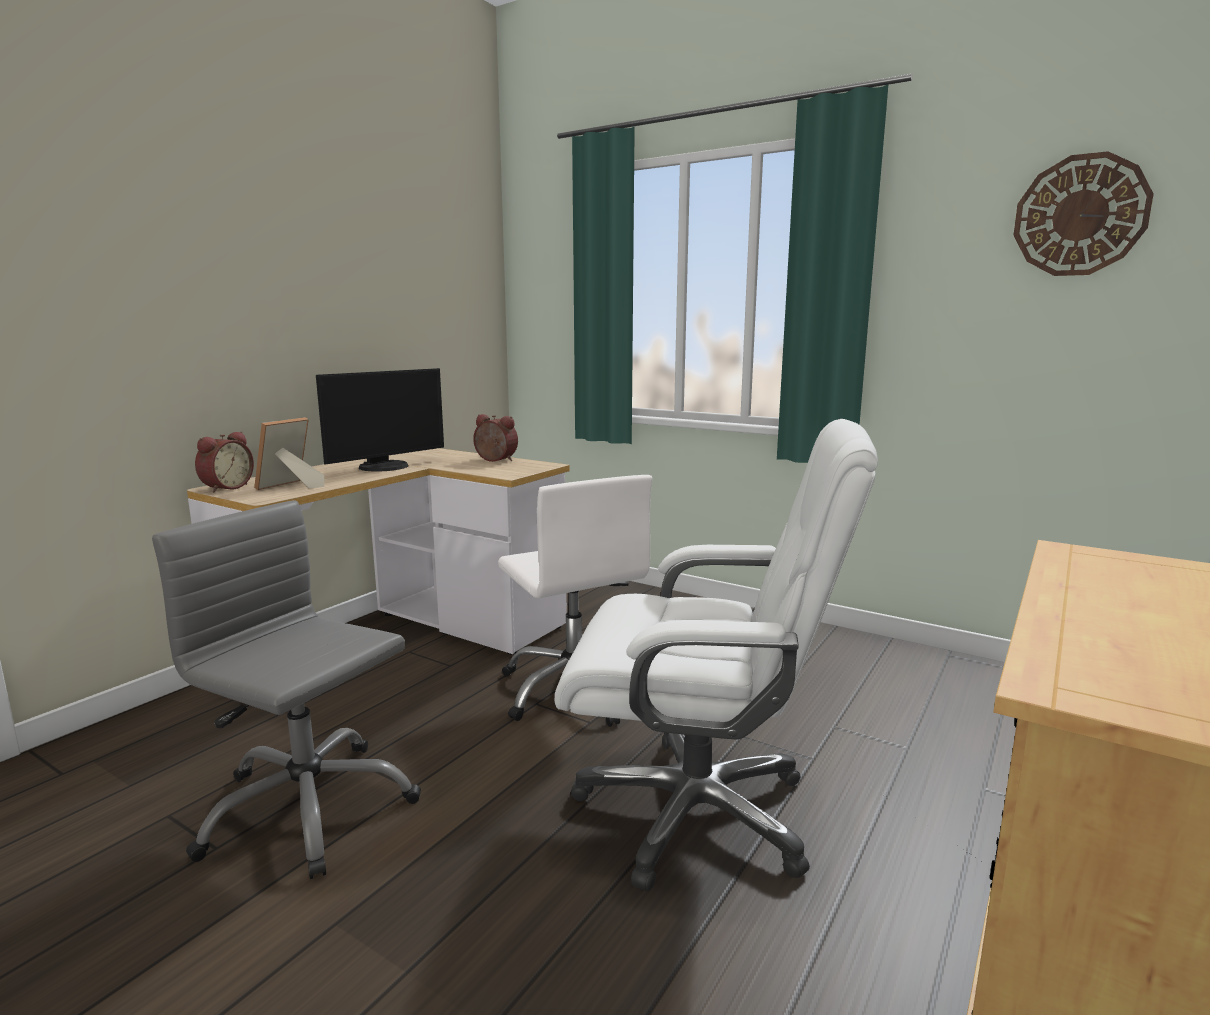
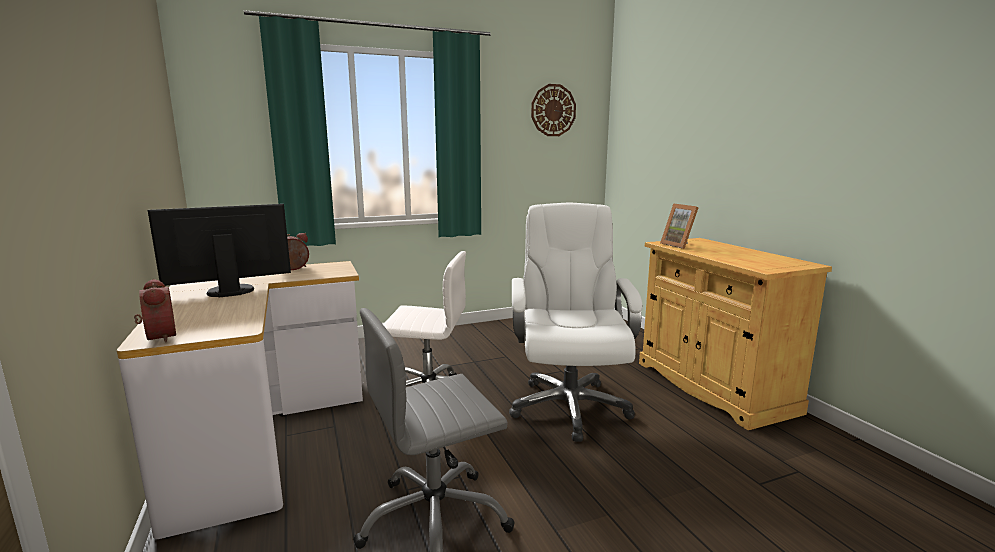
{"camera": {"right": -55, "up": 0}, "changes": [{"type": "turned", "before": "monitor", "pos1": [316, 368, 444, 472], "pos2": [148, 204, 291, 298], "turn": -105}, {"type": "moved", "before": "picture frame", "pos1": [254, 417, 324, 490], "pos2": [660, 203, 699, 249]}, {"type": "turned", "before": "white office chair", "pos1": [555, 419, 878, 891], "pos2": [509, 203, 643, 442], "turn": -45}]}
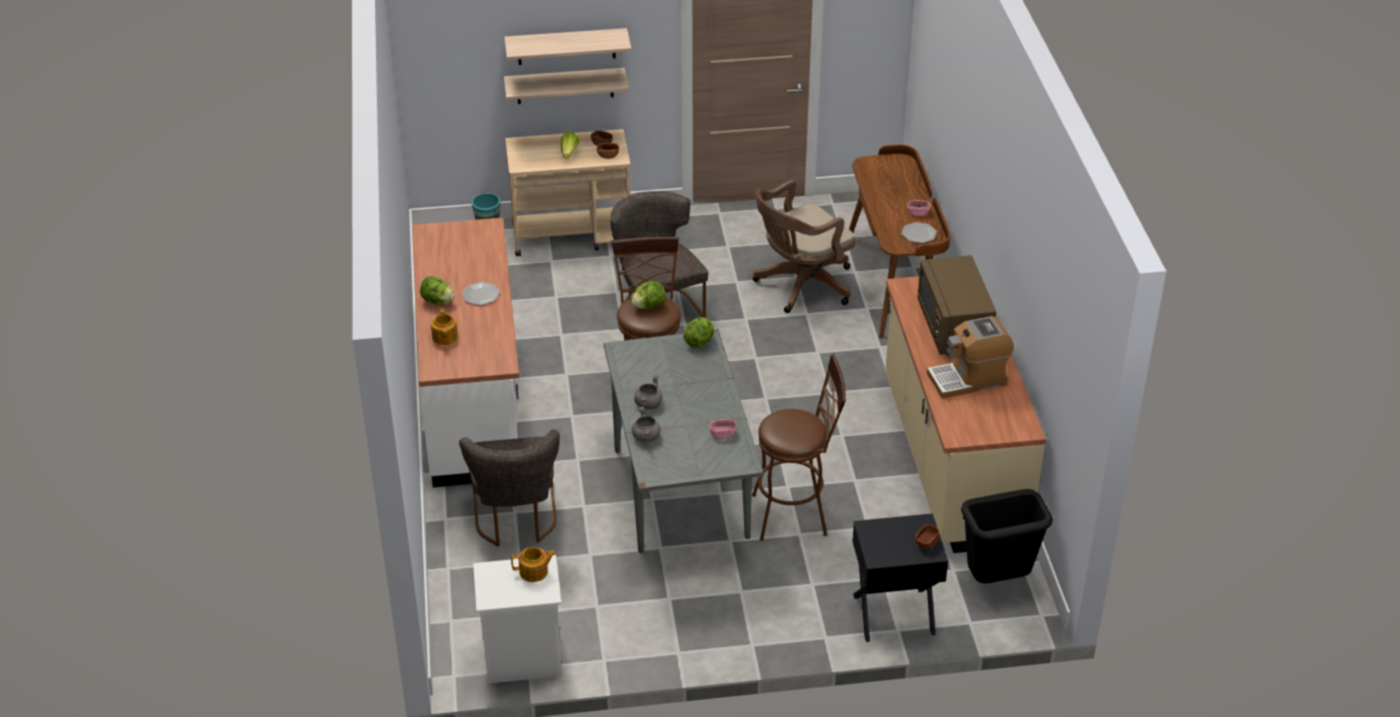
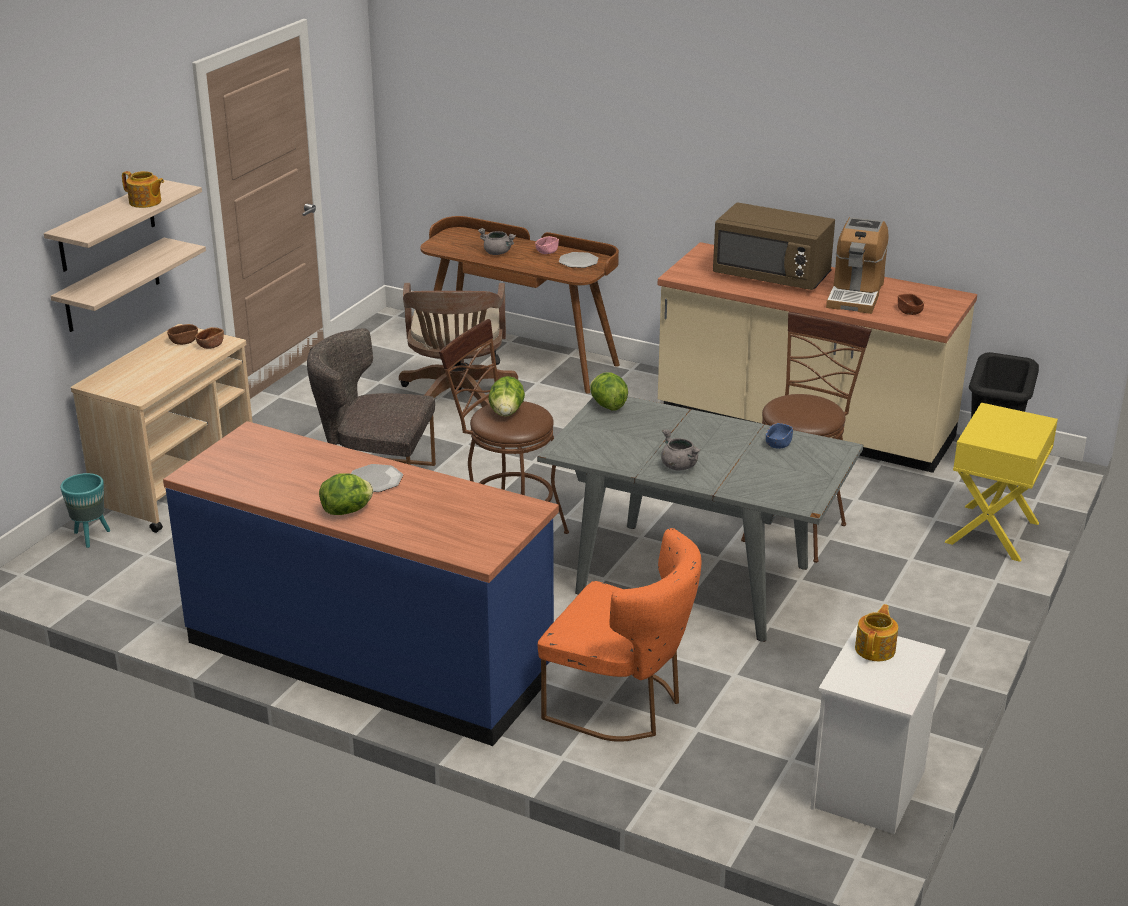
{"camera": {"right": -55, "up": -10}, "changes": [{"type": "removed", "before": "lettuce", "pos1": [561, 132, 580, 159]}, {"type": "recoloured", "before": "white counter", "after": "blue counter", "pos1": [412, 218, 519, 488], "pos2": [163, 421, 559, 746]}, {"type": "moved", "before": "teapot", "pos1": [431, 308, 458, 345], "pos2": [122, 171, 164, 208]}, {"type": "moved", "before": "grey cooking pot", "pos1": [632, 407, 661, 442], "pos2": [478, 228, 516, 255]}, {"type": "recoloured", "before": "pink bowl", "after": "blue bowl", "pos1": [710, 419, 737, 439], "pos2": [766, 423, 793, 449]}, {"type": "recoloured", "before": "grey chair", "after": "orange chair", "pos1": [459, 429, 560, 547], "pos2": [538, 528, 701, 742]}, {"type": "recoloured", "before": "black nightstand", "after": "yellow nightstand", "pos1": [852, 513, 948, 642], "pos2": [944, 403, 1058, 562]}, {"type": "moved", "before": "brown bowl", "pos1": [915, 524, 939, 549], "pos2": [898, 294, 924, 315]}]}
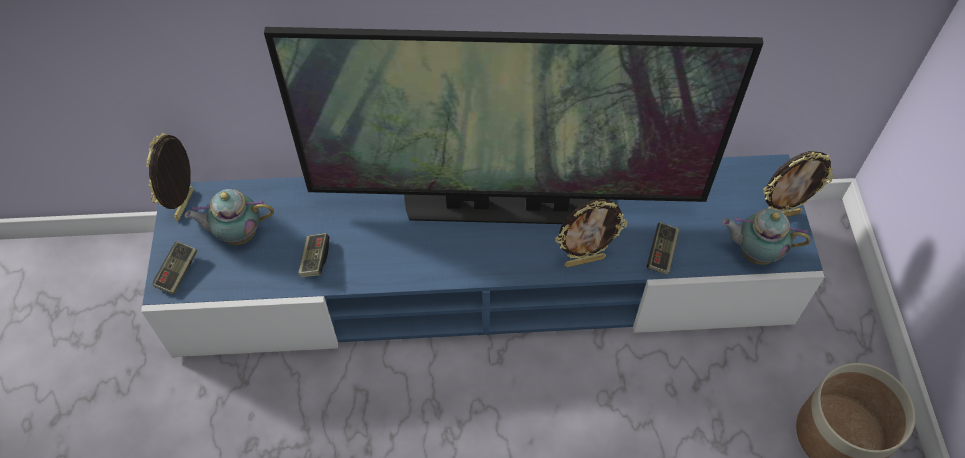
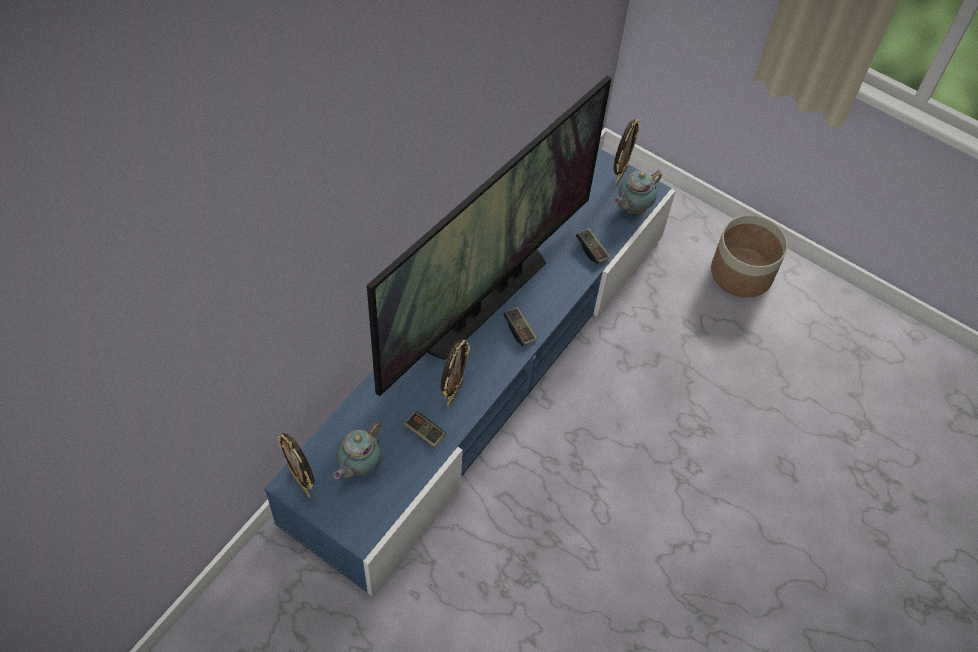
{"camera": {"right": -55, "up": 0}, "changes": [{"type": "moved", "before": "picture frame", "pos1": [555, 199, 628, 267], "pos2": [441, 340, 470, 407]}, {"type": "moved", "before": "game controller", "pos1": [153, 241, 197, 295], "pos2": [503, 307, 537, 346]}]}
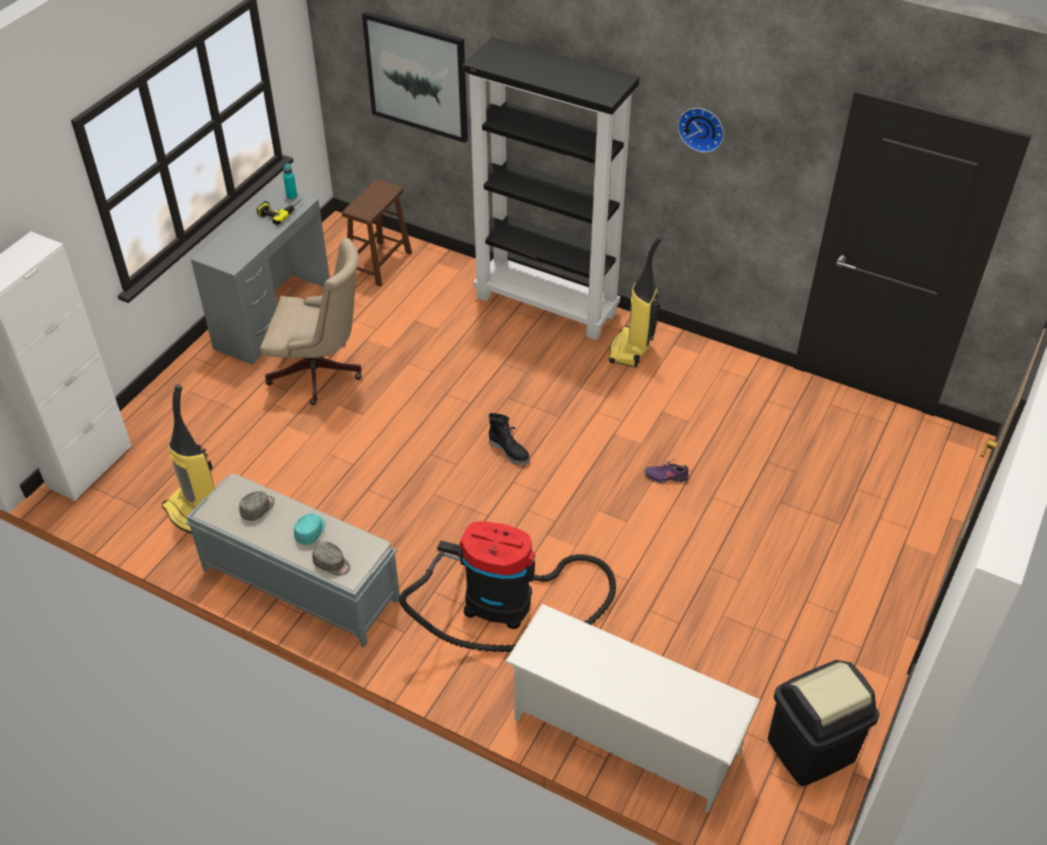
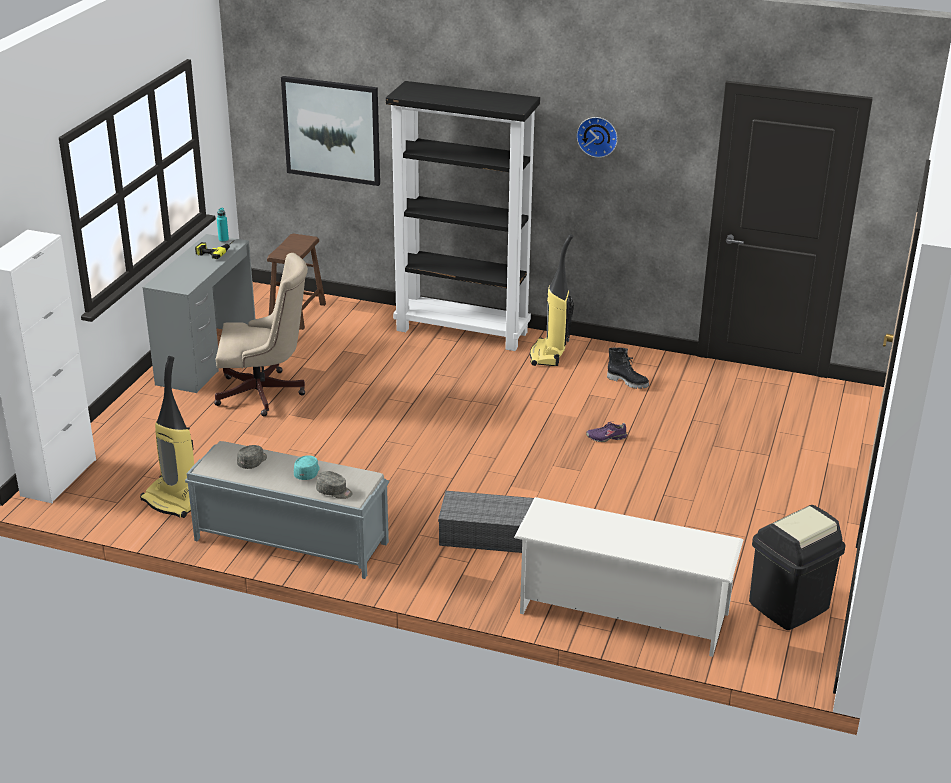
{"camera": {"right": -10, "up": -15}, "changes": [{"type": "moved", "before": "black boot", "pos1": [489, 413, 530, 465], "pos2": [607, 348, 649, 389]}, {"type": "replaced", "before": "vacuum cleaner", "after": "grey storage box", "pos1": [399, 521, 616, 652], "pos2": [438, 491, 534, 553]}]}
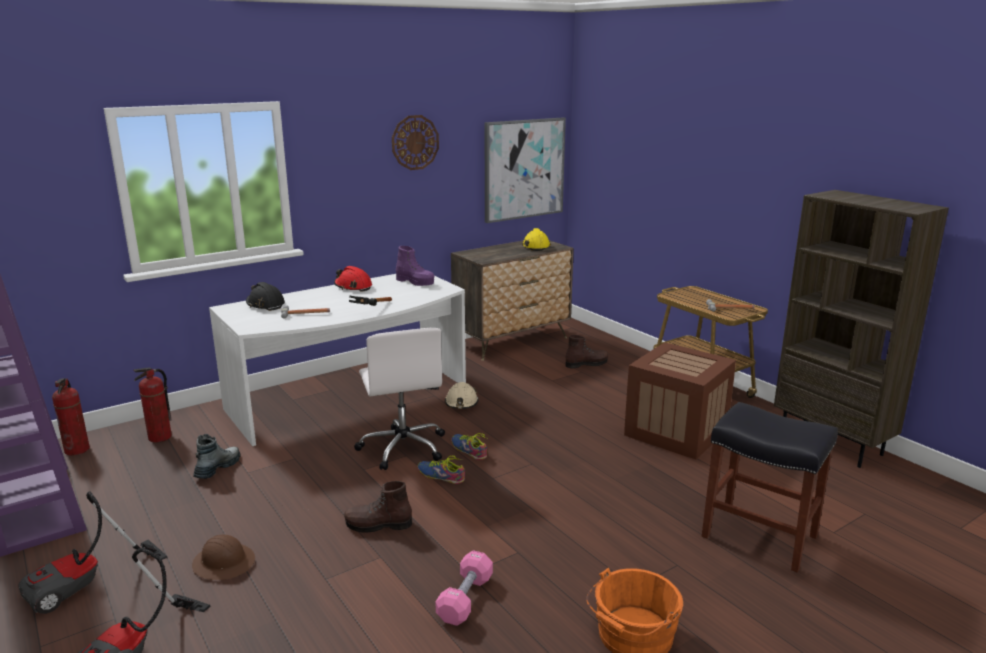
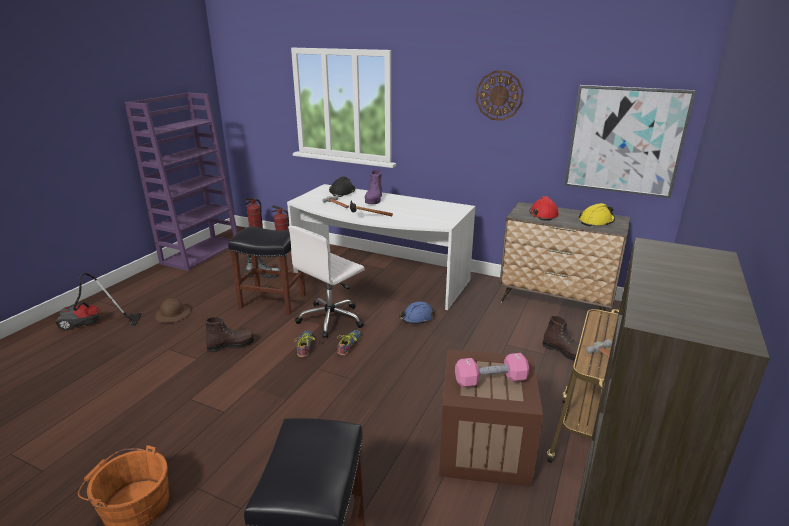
{"camera": {"right": 60, "up": 5}, "changes": [{"type": "moved", "before": "purple boot", "pos1": [396, 246, 434, 286], "pos2": [365, 170, 382, 204]}, {"type": "moved", "before": "red hard hat", "pos1": [334, 266, 372, 292], "pos2": [529, 196, 559, 221]}, {"type": "recoloured", "before": "beige hard hat", "after": "blue hard hat", "pos1": [445, 382, 479, 409], "pos2": [399, 301, 435, 324]}, {"type": "turned", "before": "brown boot", "pos1": [344, 481, 412, 533], "pos2": [205, 317, 254, 352], "turn": 105}, {"type": "removed", "before": "vacuum cleaner", "pos1": [19, 491, 168, 615]}, {"type": "moved", "before": "pink dumbbell", "pos1": [435, 550, 493, 626], "pos2": [455, 353, 529, 388]}, {"type": "added", "after": "black stool", "pos2": [228, 226, 306, 315]}]}
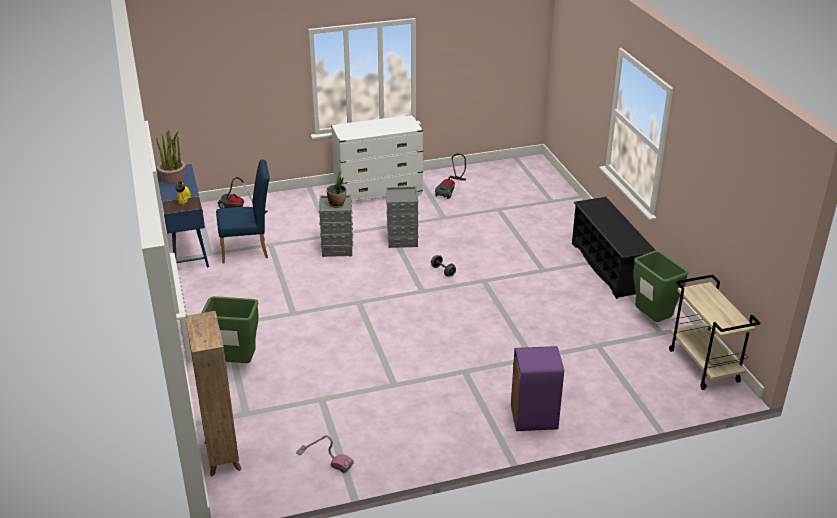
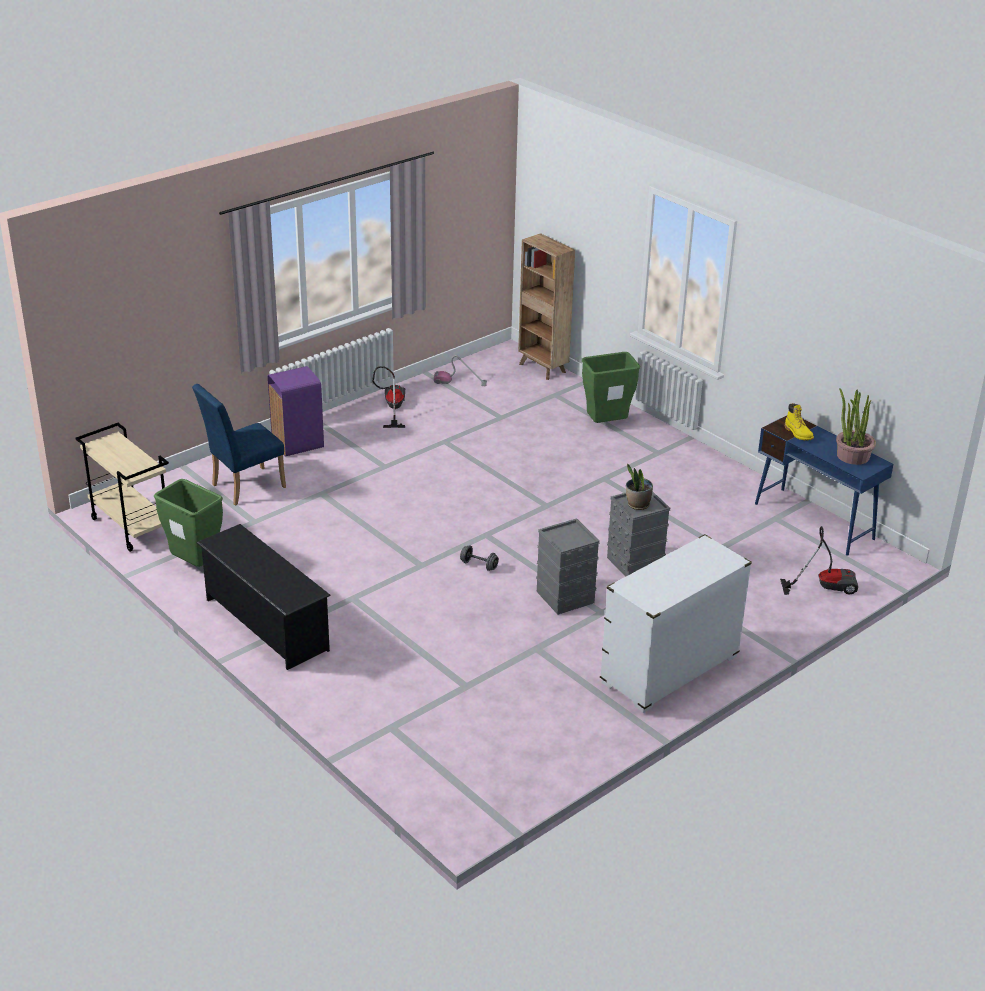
{"camera": {"right": 155, "up": 0}, "changes": [{"type": "moved", "before": "vacuum cleaner", "pos1": [435, 153, 466, 199], "pos2": [372, 366, 405, 428]}, {"type": "moved", "before": "blue chair", "pos1": [216, 159, 270, 264], "pos2": [192, 384, 286, 506]}]}
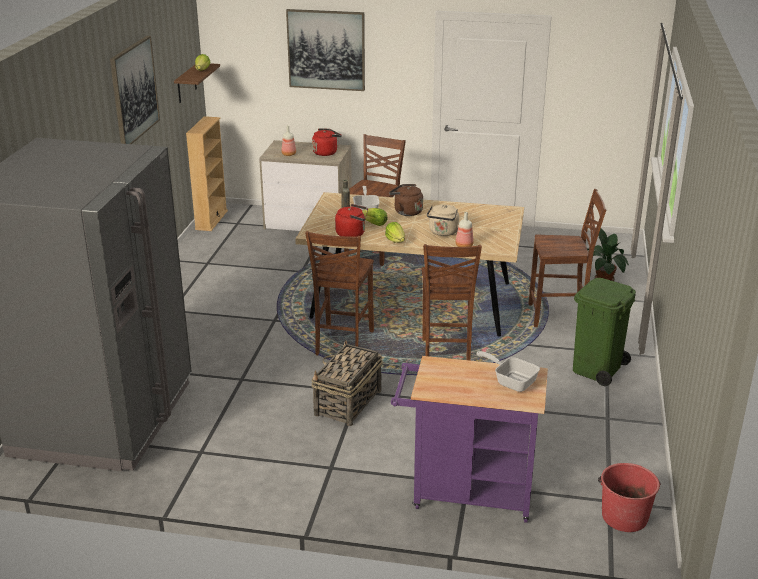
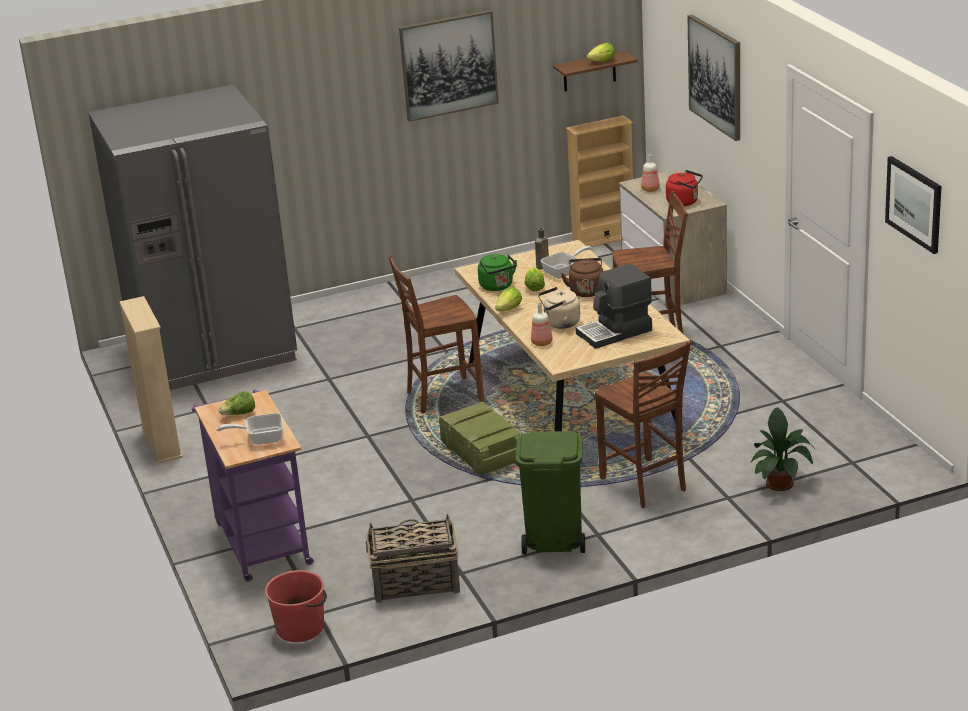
{"camera": {"right": 60, "up": 0}, "changes": [{"type": "recoloured", "before": "red kettle", "after": "green kettle", "pos1": [335, 204, 368, 236], "pos2": [478, 254, 517, 291]}, {"type": "replaced", "before": "brown chair", "after": "crate", "pos1": [422, 244, 482, 360], "pos2": [439, 402, 523, 475]}, {"type": "moved", "before": "basket", "pos1": [311, 340, 383, 426], "pos2": [366, 514, 460, 603]}, {"type": "turned", "before": "frying pan", "pos1": [476, 351, 540, 392], "pos2": [216, 413, 283, 445], "turn": -105}, {"type": "added", "after": "picture", "pos2": [885, 156, 941, 254]}, {"type": "added", "after": "coffee machine", "pos2": [576, 264, 652, 349]}, {"type": "added", "after": "beige bookcase", "pos2": [119, 296, 183, 463]}, {"type": "added", "after": "lettuce", "pos2": [218, 391, 255, 415]}]}
